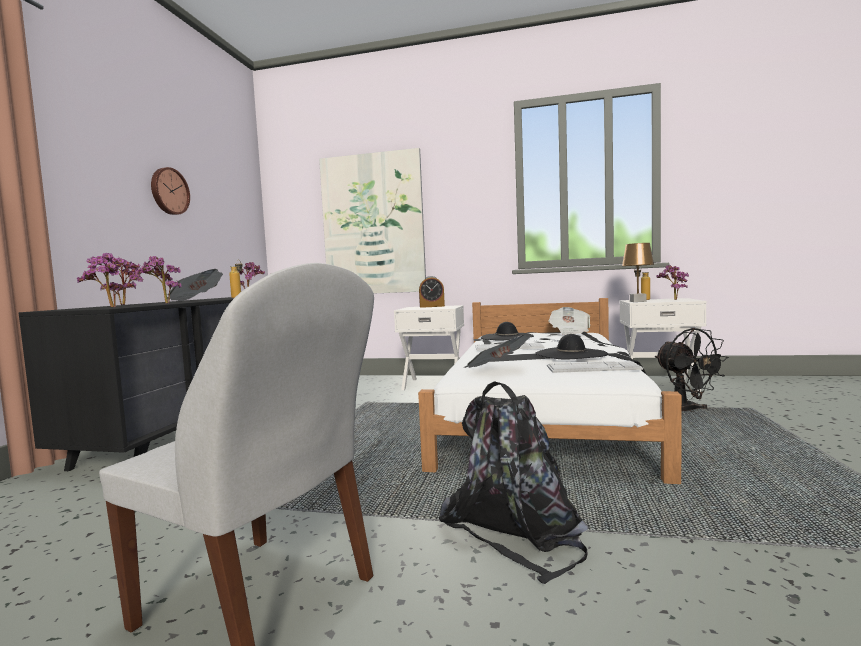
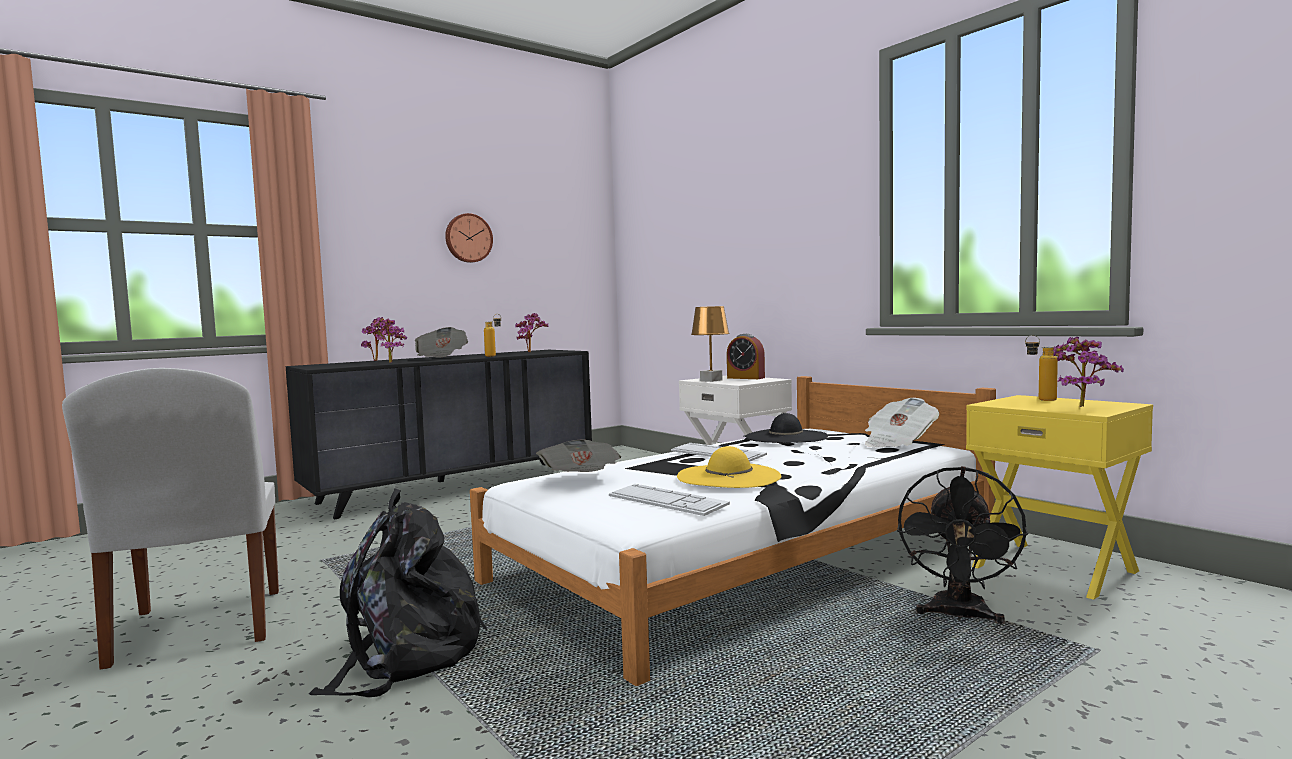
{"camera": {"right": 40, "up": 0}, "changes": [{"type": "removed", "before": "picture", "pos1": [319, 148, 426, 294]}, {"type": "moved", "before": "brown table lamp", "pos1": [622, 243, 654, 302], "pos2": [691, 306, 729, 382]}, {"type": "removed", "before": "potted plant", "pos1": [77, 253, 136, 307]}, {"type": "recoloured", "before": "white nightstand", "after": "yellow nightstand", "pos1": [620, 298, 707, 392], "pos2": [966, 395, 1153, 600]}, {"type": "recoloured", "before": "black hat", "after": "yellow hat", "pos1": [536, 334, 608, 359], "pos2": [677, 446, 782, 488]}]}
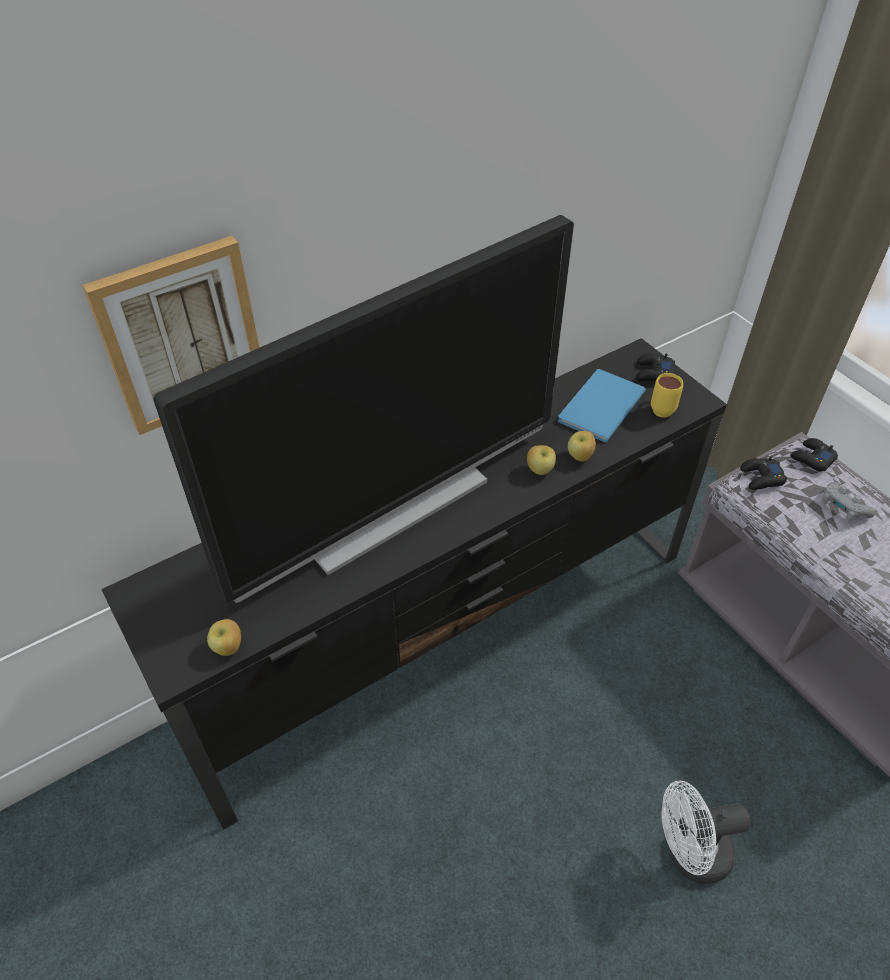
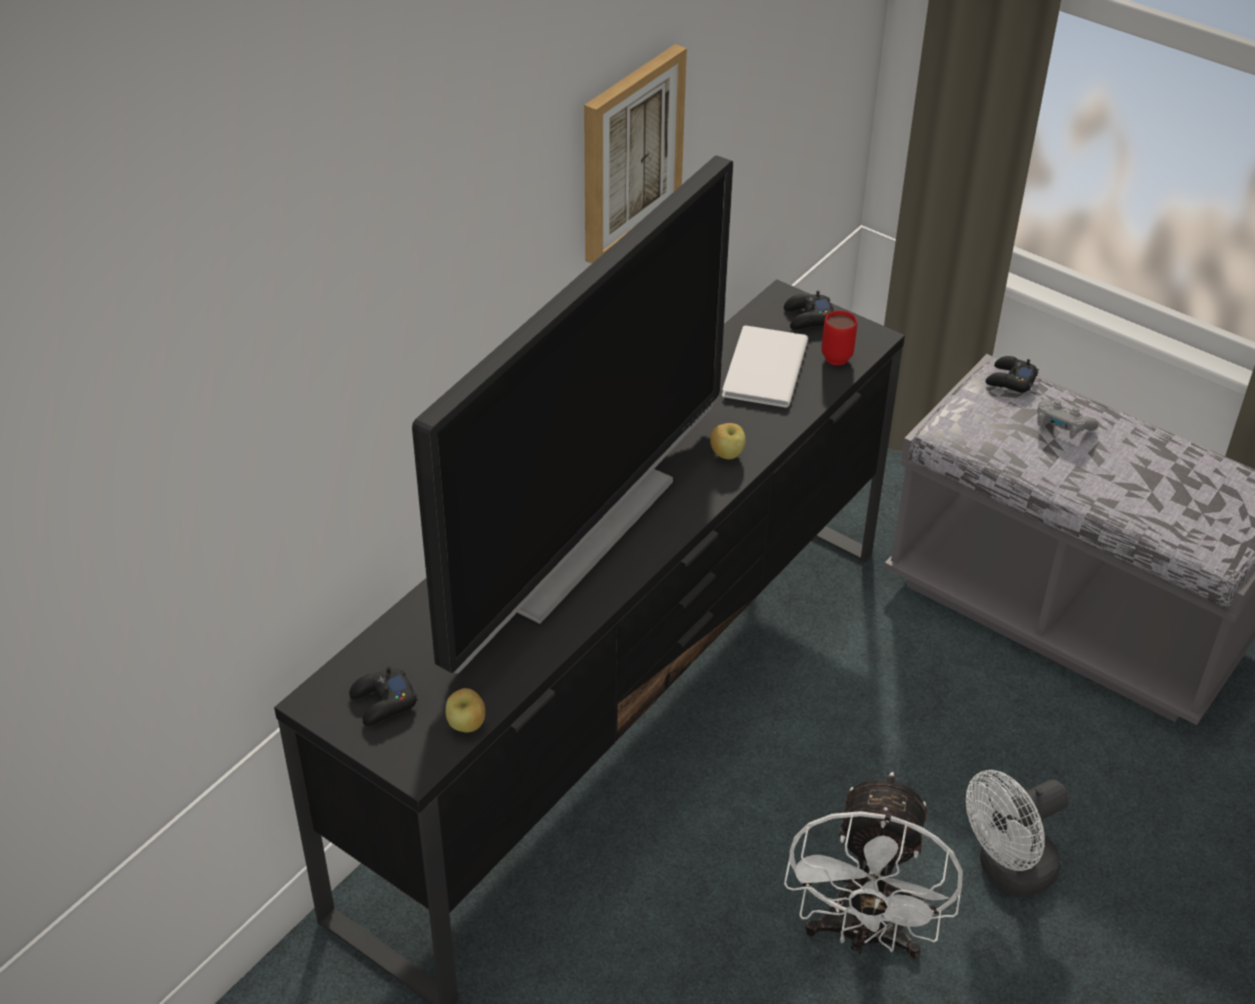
{"camera": {"right": -20, "up": -5}, "changes": [{"type": "moved", "before": "picture", "pos1": [82, 236, 259, 435], "pos2": [584, 44, 687, 264]}, {"type": "recoloured", "before": "blue book", "after": "white book", "pos1": [558, 369, 646, 442], "pos2": [722, 325, 808, 408]}, {"type": "recoloured", "before": "yellow mug", "after": "red mug", "pos1": [651, 373, 683, 417], "pos2": [821, 311, 857, 366]}, {"type": "removed", "before": "apple", "pos1": [568, 431, 596, 462]}, {"type": "moved", "before": "black game controller", "pos1": [740, 456, 787, 490], "pos2": [349, 666, 418, 726]}, {"type": "added", "after": "white fan", "pos2": [784, 772, 963, 959]}]}
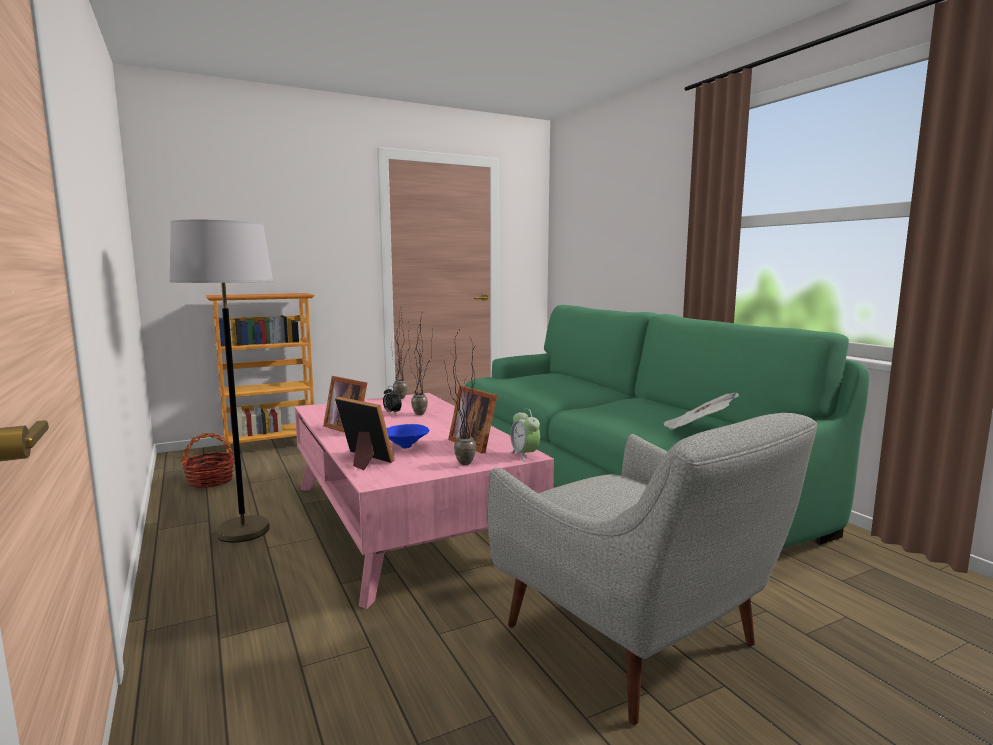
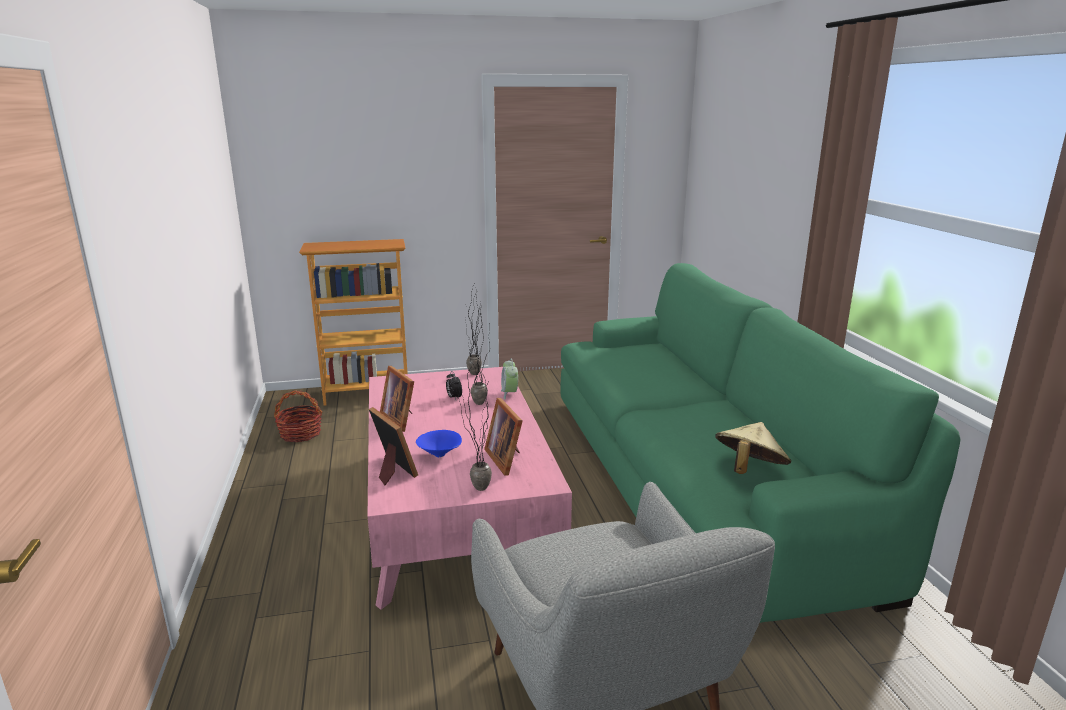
{"camera": {"right": 15, "up": 10}, "changes": [{"type": "removed", "before": "grey floor lamp", "pos1": [170, 220, 273, 543]}, {"type": "replaced", "before": "newspaper", "after": "beige hat", "pos1": [663, 393, 739, 430], "pos2": [715, 422, 791, 474]}, {"type": "moved", "before": "alarm clock", "pos1": [510, 408, 540, 461], "pos2": [501, 358, 518, 399]}]}
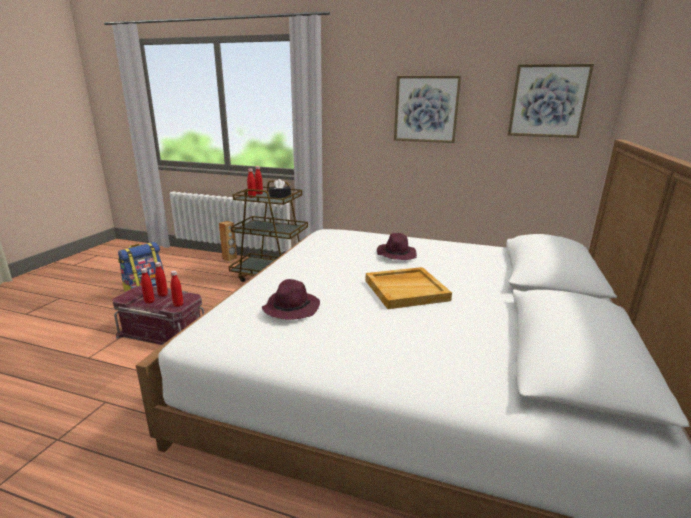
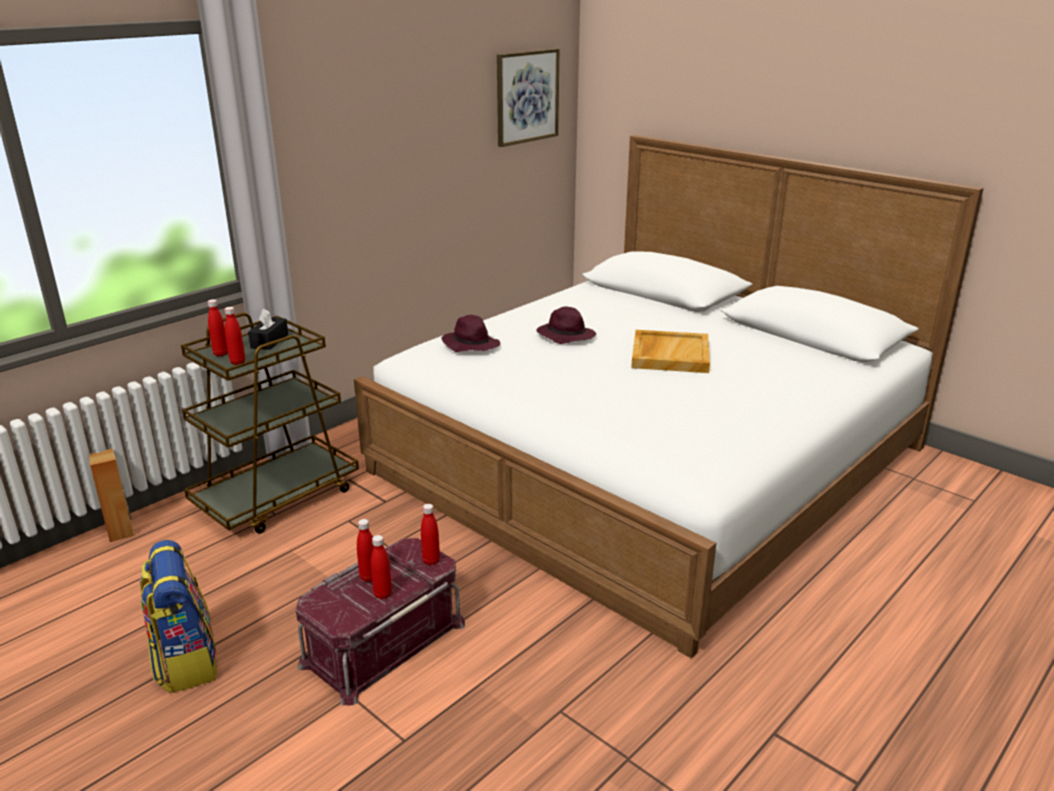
{"camera": {"right": -65, "up": 5}, "changes": [{"type": "removed", "before": "picture", "pos1": [394, 76, 461, 143]}, {"type": "moved", "before": "purple hat", "pos1": [262, 279, 320, 320], "pos2": [442, 315, 500, 352]}]}
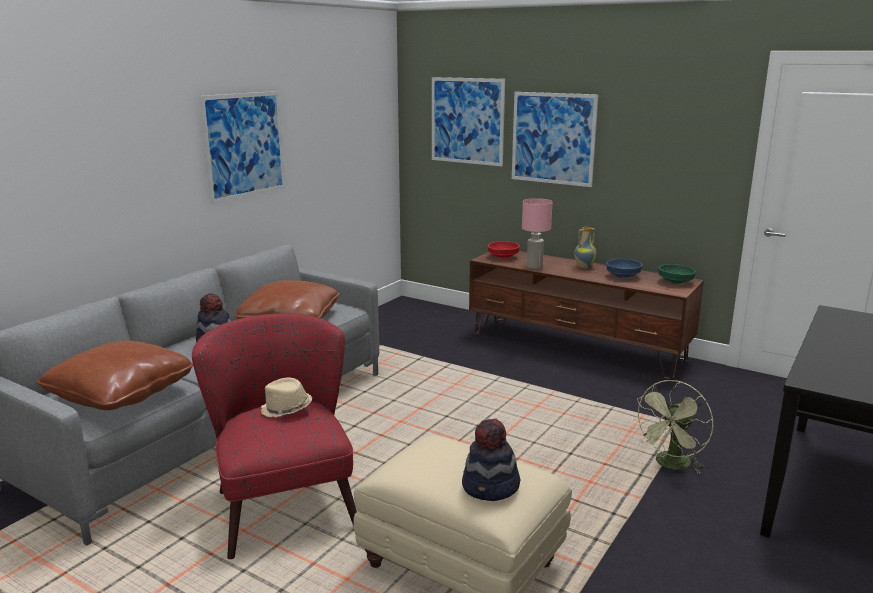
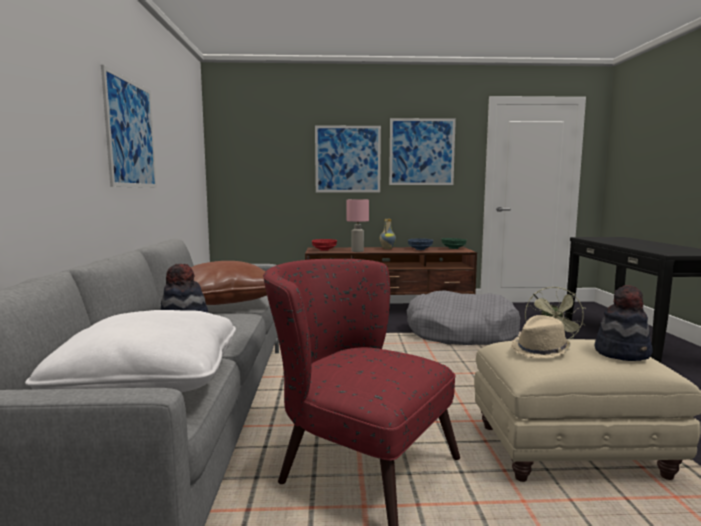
{"camera": {"right": -35, "up": -10}, "changes": [{"type": "moved", "before": "picture", "pos1": [432, 77, 505, 166], "pos2": [389, 118, 456, 185]}, {"type": "recoloured", "before": "brown pillow", "after": "white pillow", "pos1": [37, 341, 193, 410], "pos2": [25, 310, 236, 392]}, {"type": "moved", "before": "beige hat", "pos1": [261, 378, 313, 417], "pos2": [511, 315, 570, 359]}, {"type": "added", "after": "grey dog bed", "pos2": [407, 290, 520, 345]}]}
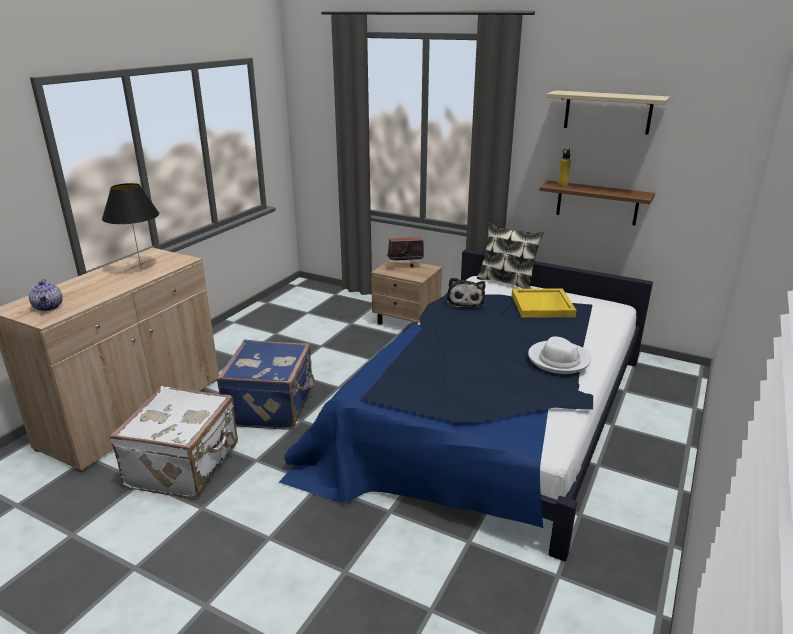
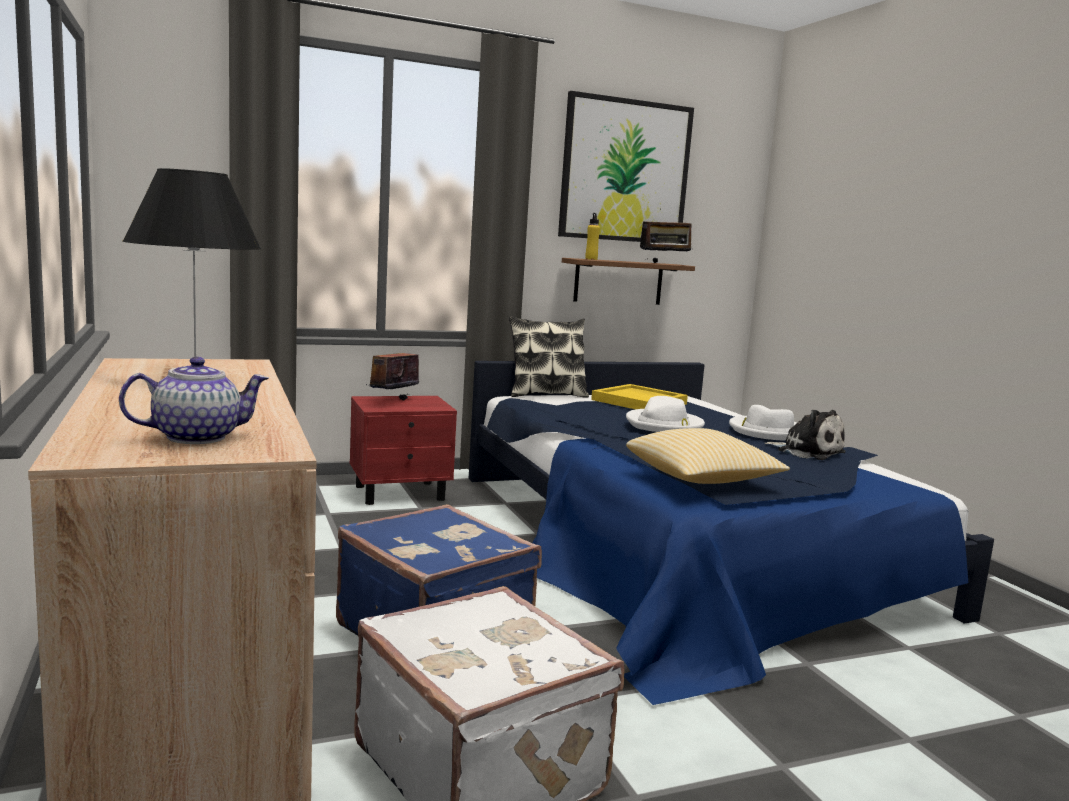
{"camera": {"right": -50, "up": -15}, "changes": [{"type": "replaced", "before": "beige shelf", "after": "picture", "pos1": [546, 90, 670, 134], "pos2": [558, 91, 694, 242]}, {"type": "recoloured", "before": "beige nightstand", "after": "red nightstand", "pos1": [371, 260, 442, 325], "pos2": [350, 396, 457, 505]}, {"type": "moved", "before": "plush toy", "pos1": [447, 277, 485, 308], "pos2": [765, 409, 846, 460]}, {"type": "turned", "before": "teapot", "pos1": [29, 279, 63, 311], "pos2": [119, 357, 269, 444], "turn": -45}, {"type": "added", "after": "radio", "pos2": [640, 209, 694, 263]}, {"type": "added", "after": "white hat", "pos2": [626, 396, 705, 432]}, {"type": "added", "after": "pillow", "pos2": [626, 428, 790, 484]}]}
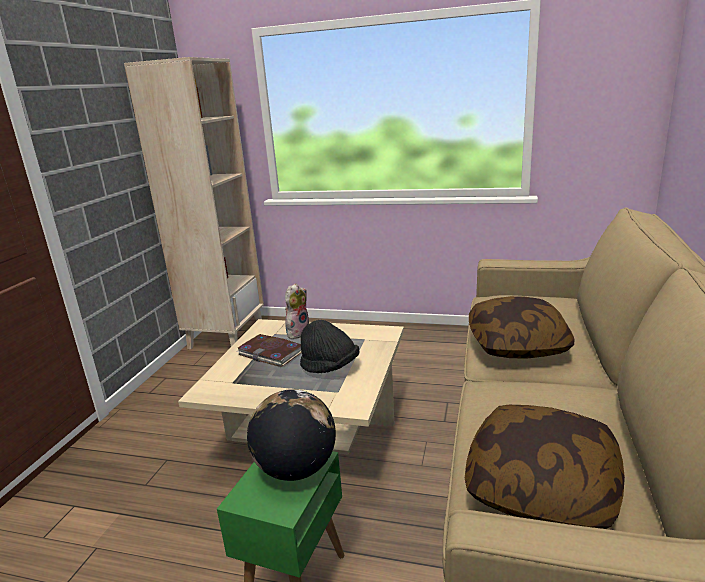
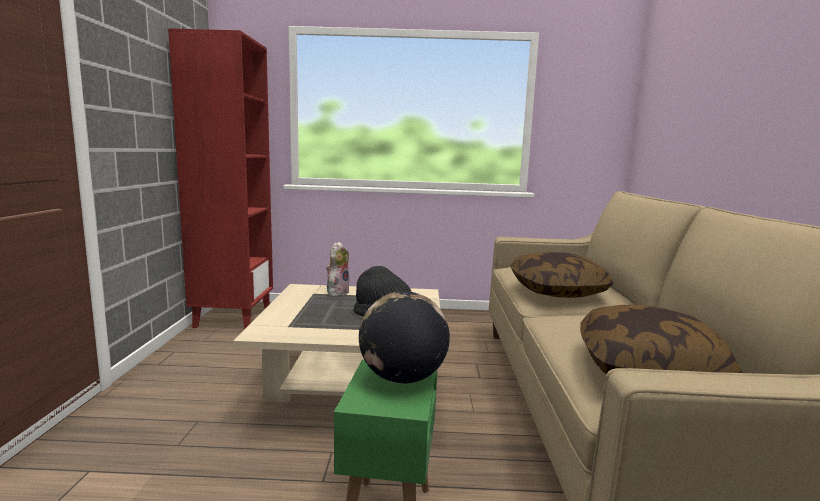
{"camera": {"right": -15, "up": -10}, "changes": [{"type": "recoloured", "before": "beige bookcase", "after": "red bookcase", "pos1": [124, 57, 264, 349], "pos2": [168, 28, 273, 330]}, {"type": "removed", "before": "book", "pos1": [236, 334, 302, 367]}]}
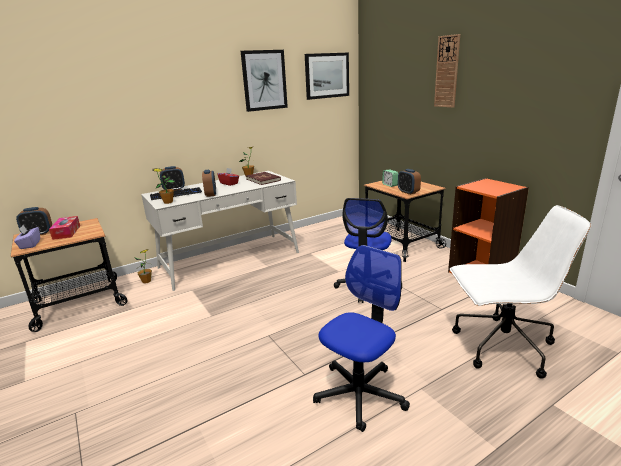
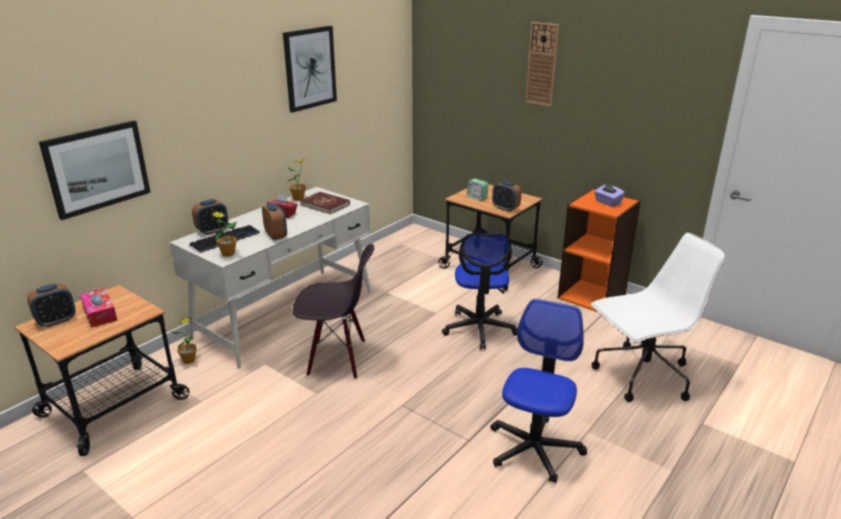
{"camera": {"right": -20, "up": 5}, "changes": [{"type": "moved", "before": "picture", "pos1": [305, 53, 349, 100], "pos2": [39, 121, 151, 220]}, {"type": "moved", "before": "purple tissue box", "pos1": [14, 225, 40, 249], "pos2": [594, 182, 625, 207]}, {"type": "added", "after": "black chair", "pos2": [293, 244, 374, 379]}]}
